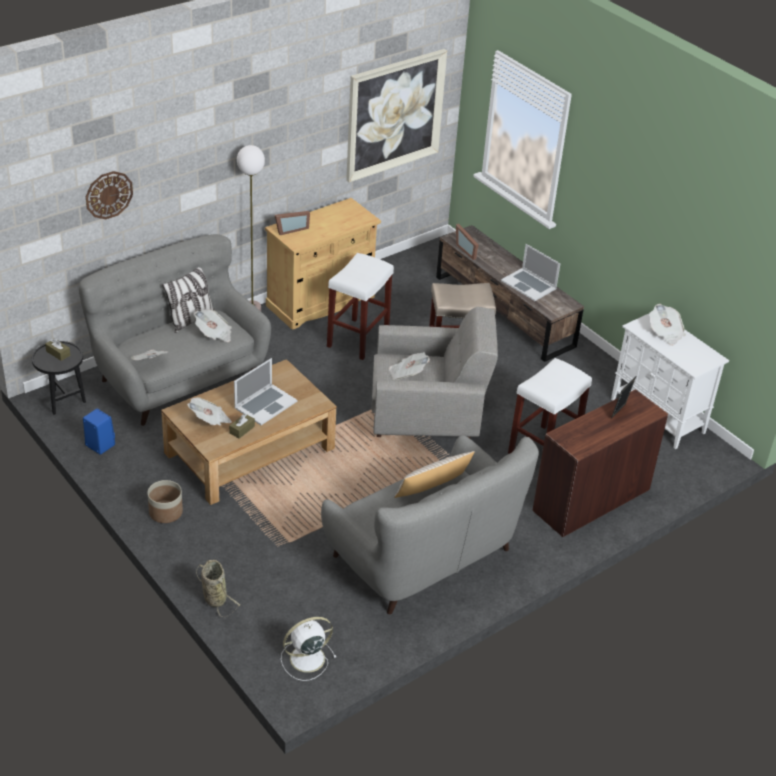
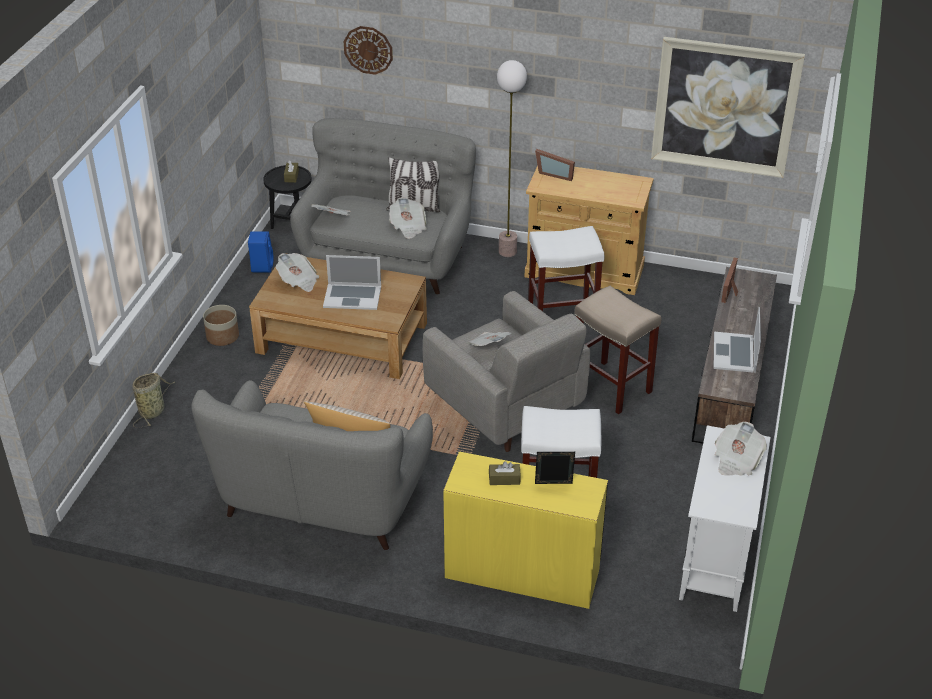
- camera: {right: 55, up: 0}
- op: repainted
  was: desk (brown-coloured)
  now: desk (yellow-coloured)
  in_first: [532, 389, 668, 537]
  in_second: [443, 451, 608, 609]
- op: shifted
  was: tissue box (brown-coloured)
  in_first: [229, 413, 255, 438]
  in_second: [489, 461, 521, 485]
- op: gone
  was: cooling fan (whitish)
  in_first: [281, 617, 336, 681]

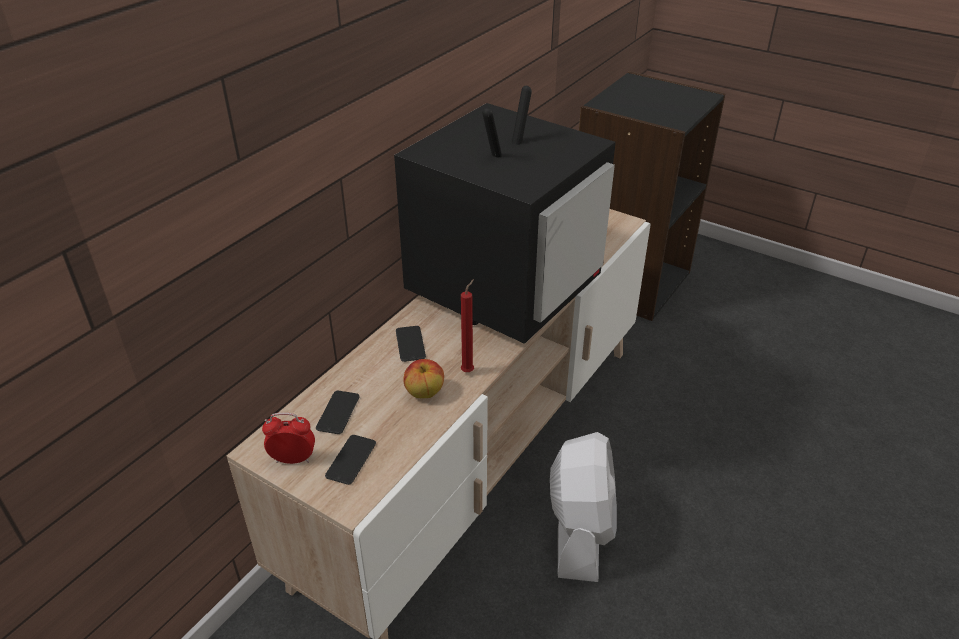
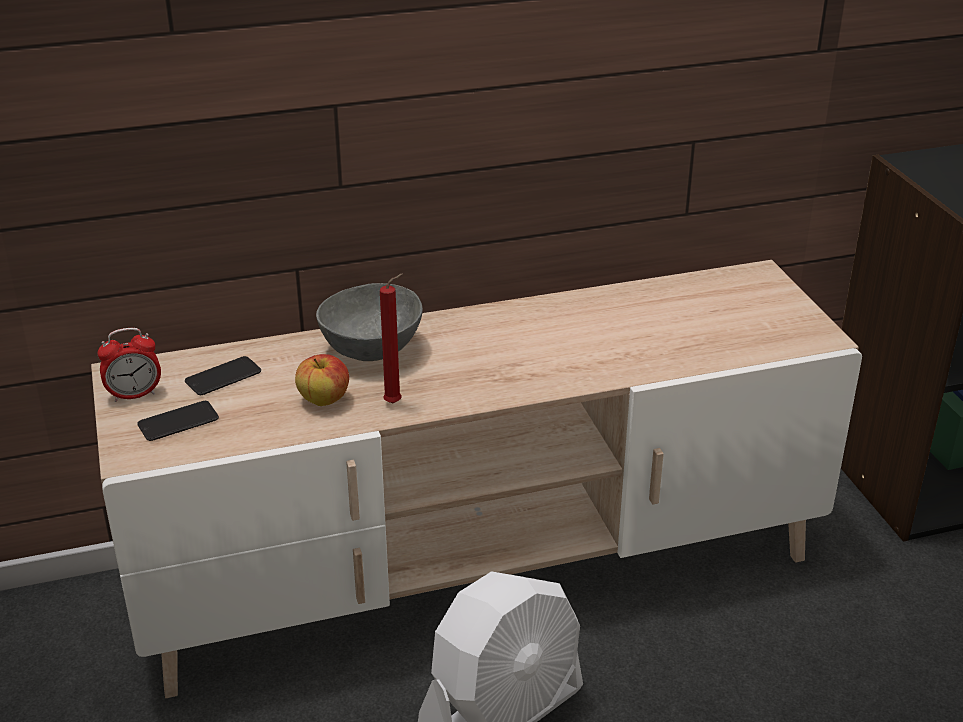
- camera: {right: 40, up: -5}
- op: gone
  was: TV
  in_first: [394, 86, 616, 344]
- op: swapped
  was: handset
  now: bowl (grey)
  in_first: [396, 326, 426, 362]
  in_second: [316, 283, 423, 361]
- op: rotated
  was: alarm clock
  in_first: [262, 412, 315, 464]
  in_second: [97, 328, 161, 402]
  clockwise: 120

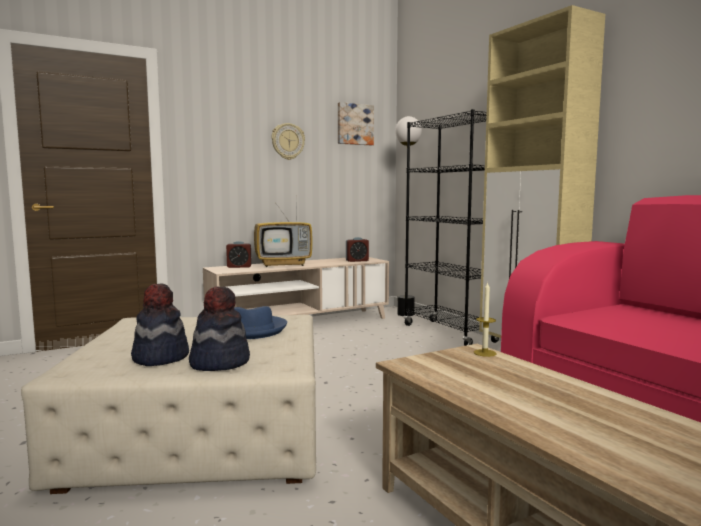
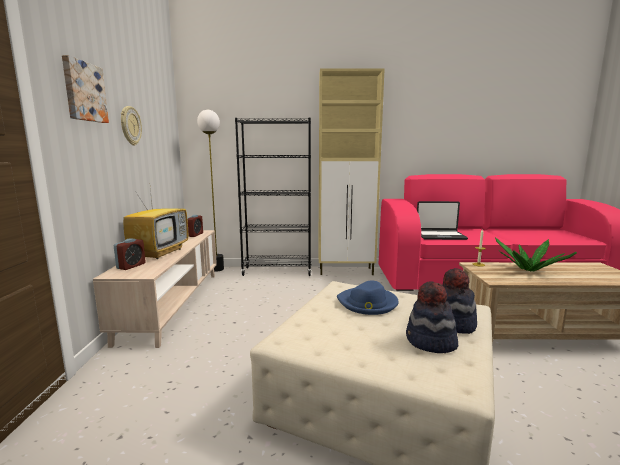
- camera: {right: -60, up: 5}
- op: shifted
  was: wall art
  in_first: [338, 102, 374, 145]
  in_second: [62, 55, 109, 123]
- op: new
  now: portable computer
  in_second: [417, 201, 468, 240]
- op: new
  now: plant in a pot
  in_second: [495, 237, 577, 271]

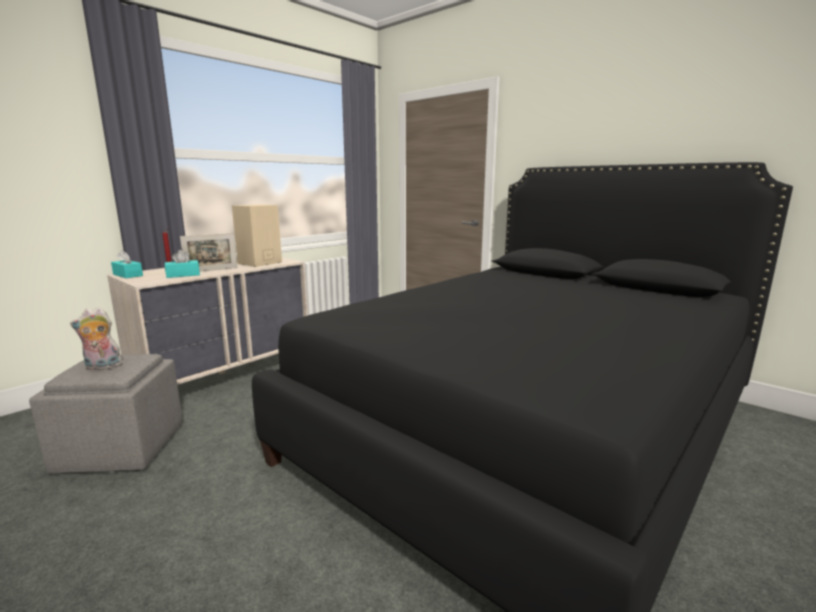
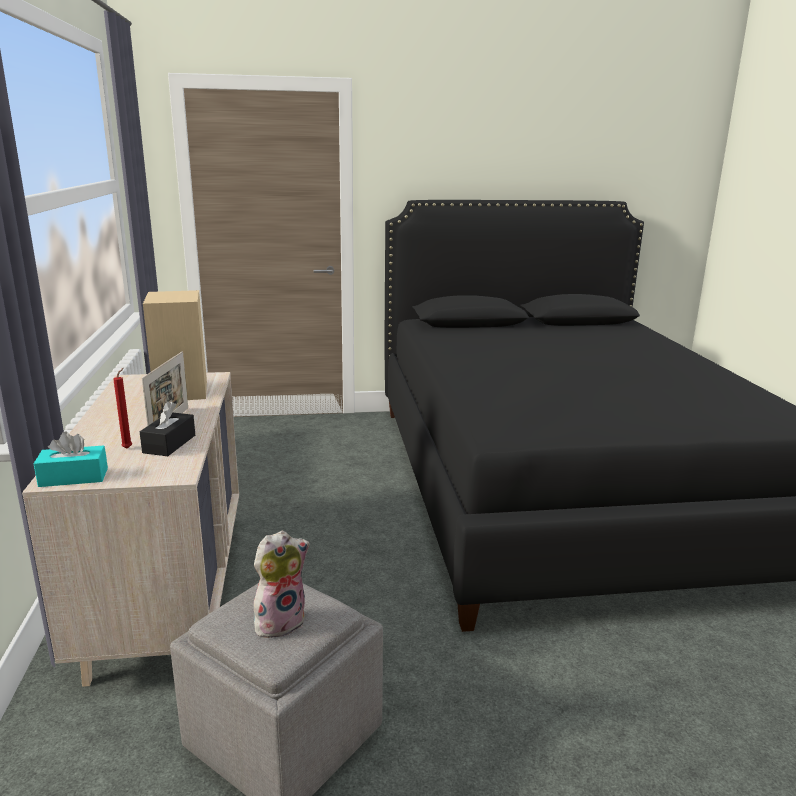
- camera: {right: -50, up: 5}
- op: repainted
  was: tissue box (turquoise-coloured)
  now: tissue box (black-coloured)
  in_first: [165, 250, 200, 278]
  in_second: [140, 401, 195, 456]
- op: rotated
  was: cuddly toy
  in_first: [70, 307, 123, 371]
  in_second: [253, 531, 309, 638]
  clockwise: -150

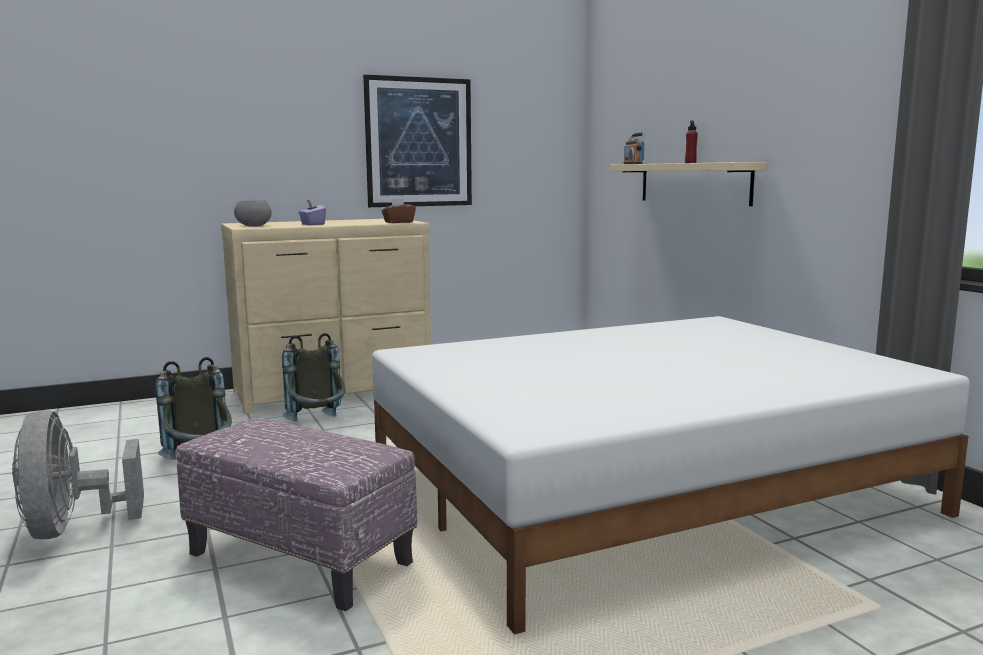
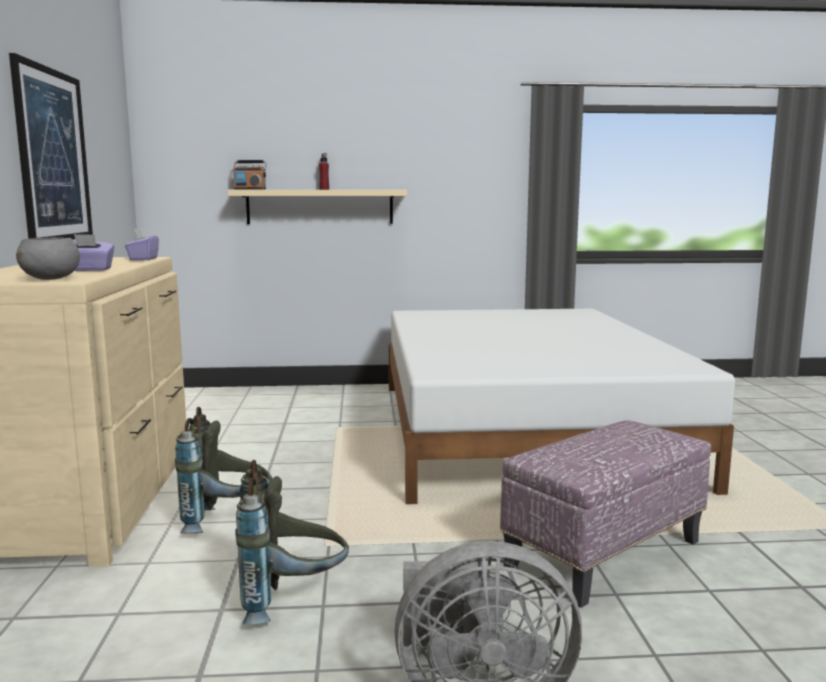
- camera: {right: -70, up: 0}
- op: repainted
  was: tissue box (brown-coloured)
  now: tissue box (purplish)
  in_first: [382, 198, 416, 223]
  in_second: [125, 228, 159, 260]

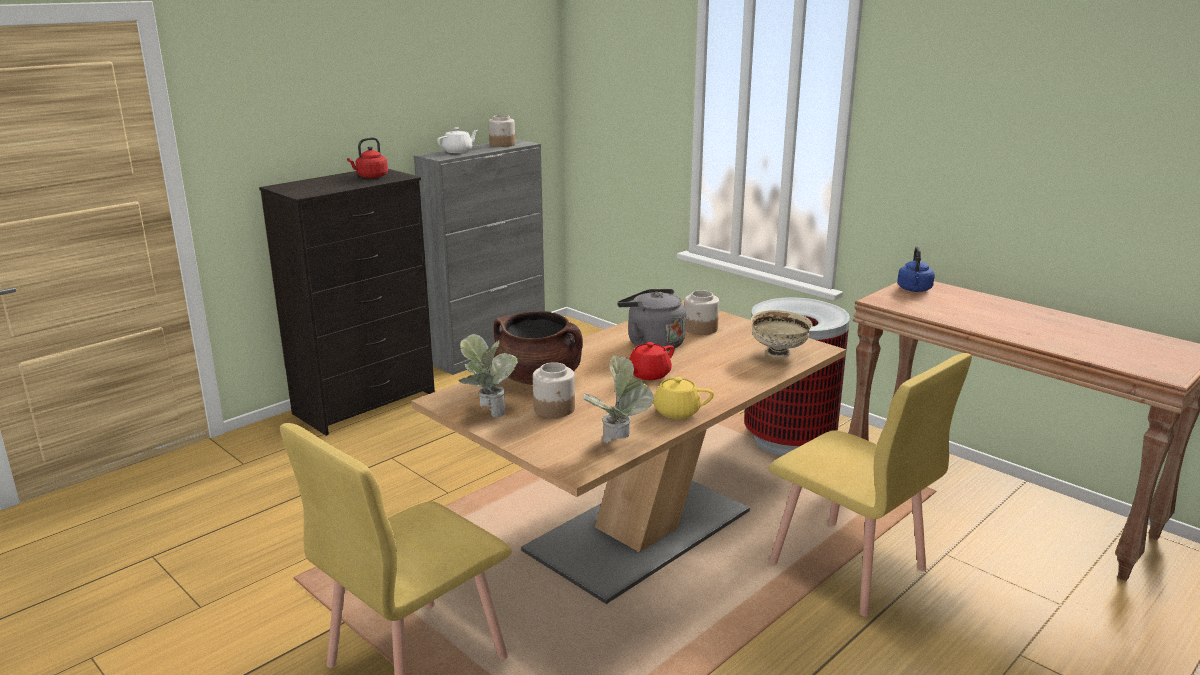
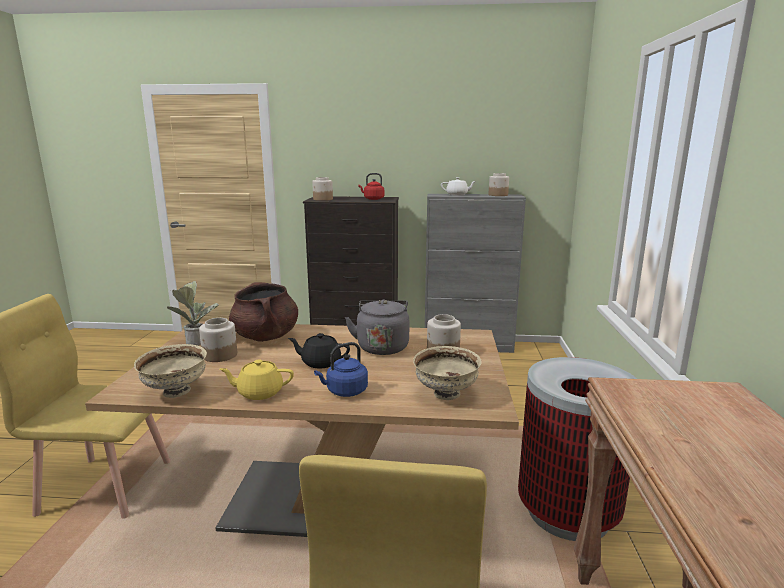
- camera: {right: 50, up: -5}
- op: shifted
  was: kettle (blue-coloured)
  in_first: [897, 246, 935, 292]
  in_second: [314, 342, 368, 397]
- op: repainted
  was: pot for tea (reddish)
  now: pot for tea (black-coloured)
  in_first: [627, 342, 674, 380]
  in_second: [288, 333, 350, 368]
- op: swapped
  was: plant in a pot
  now: bowl (beige-coloured)
  in_first: [583, 355, 654, 444]
  in_second: [134, 344, 207, 398]
- op: rotated
  was: pot for tea (yellow-coloured)
  in_first: [643, 377, 714, 419]
  in_second: [219, 360, 294, 400]
  clockwise: -60
- op: new
  now: storage jar
  in_second: [312, 177, 333, 201]

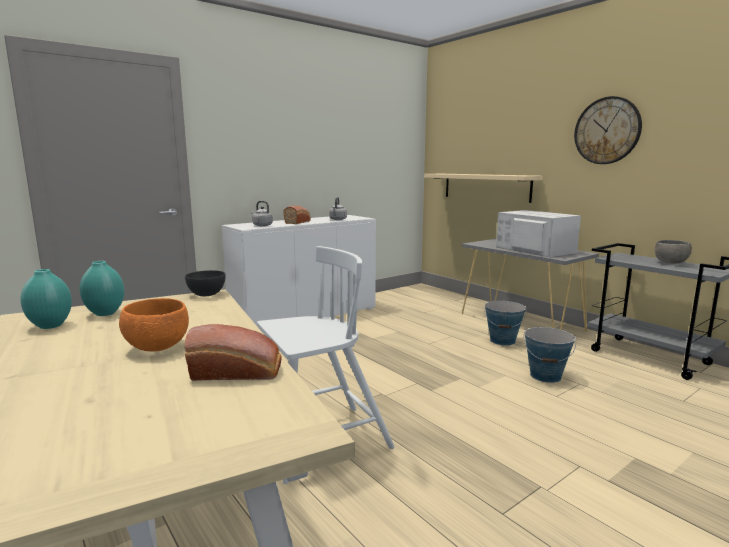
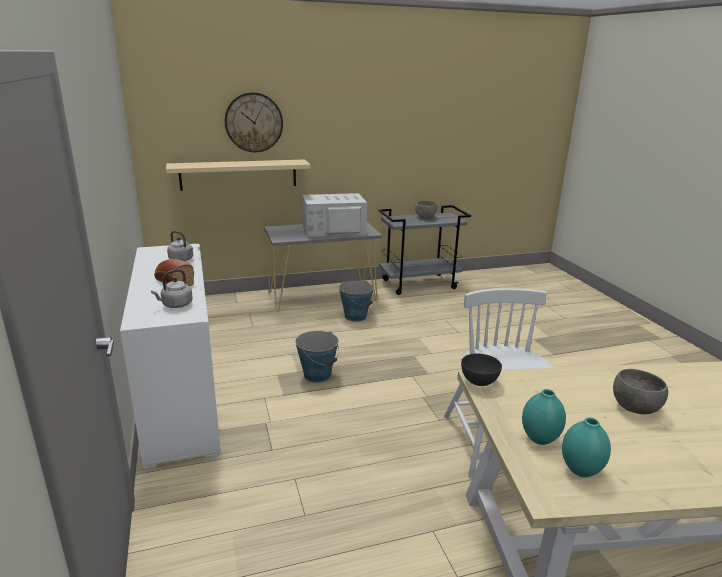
- camera: {right: -70, up: 10}
- op: shifted
  was: wall clock
  in_first: [574, 96, 642, 164]
  in_second: [225, 92, 283, 153]
- op: repainted
  was: bowl (orangey)
  now: bowl (grey)
  in_first: [119, 298, 189, 352]
  in_second: [613, 369, 668, 414]
- op: gone
  was: baked bread
  in_first: [184, 324, 282, 381]
- op: shifted
  was: water bucket
  in_first: [524, 327, 576, 383]
  in_second: [295, 331, 339, 383]

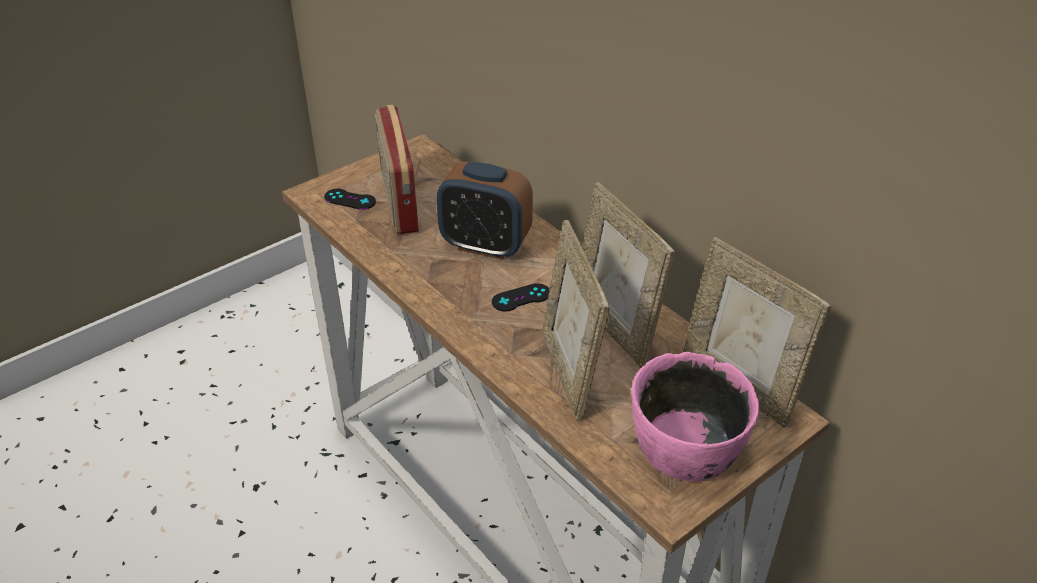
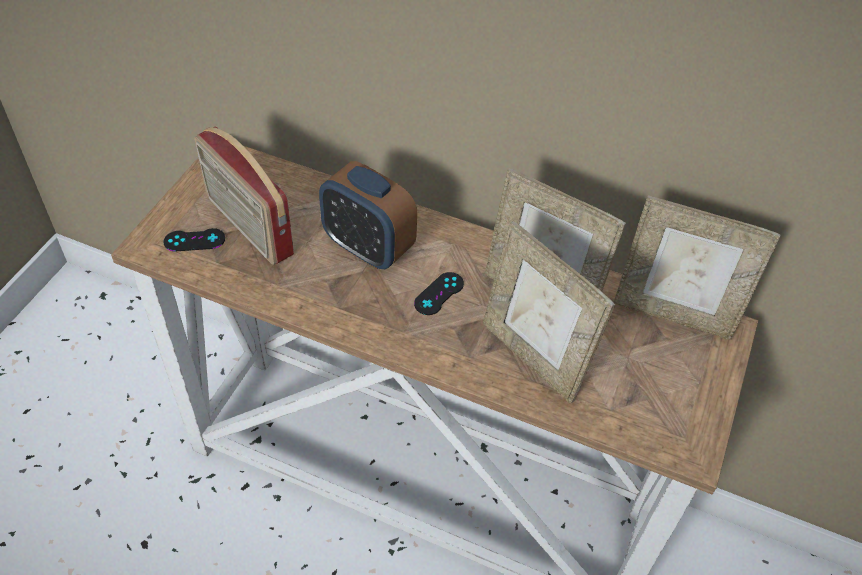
- camera: {right: -30, up: 10}
- op: rotated
  was: alarm clock
  in_first: [436, 161, 533, 260]
  in_second: [319, 161, 417, 269]
  clockwise: 45
- op: gone
  was: bowl (pink)
  in_first: [631, 352, 759, 482]

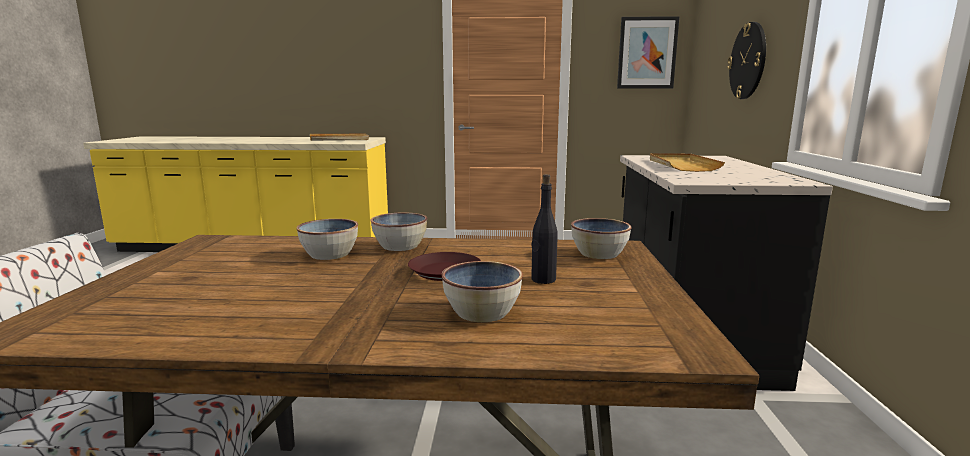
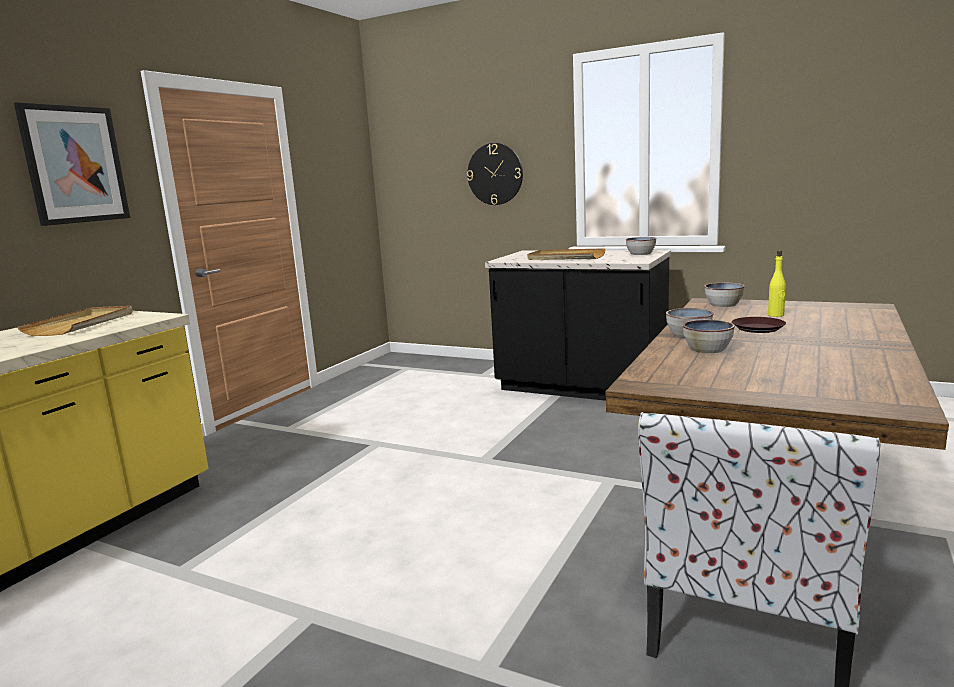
- camera: {right: -65, up: 0}
- op: shifted
  was: wall art
  in_first: [617, 16, 680, 88]
  in_second: [14, 102, 130, 226]
- op: repainted
  was: drink bottle (black-coloured)
  now: drink bottle (yellow-coloured)
  in_first: [531, 174, 558, 284]
  in_second: [768, 251, 786, 317]
- op: shifted
  was: bowl
  in_first: [442, 261, 523, 322]
  in_second: [626, 237, 657, 255]

